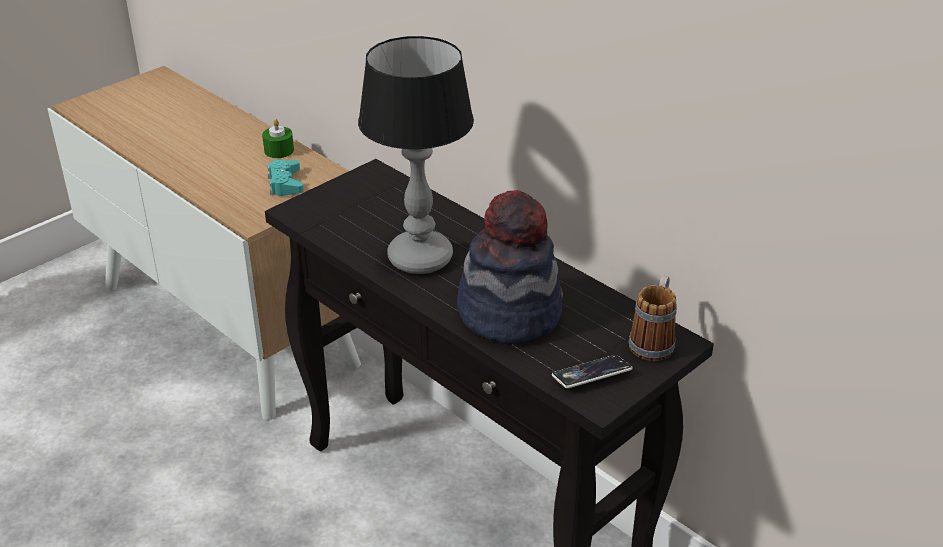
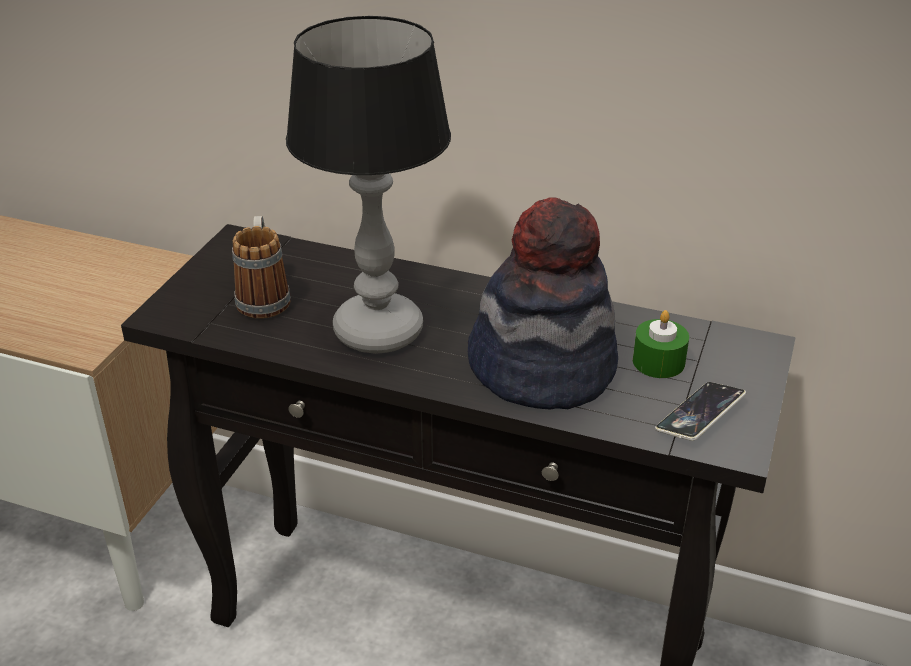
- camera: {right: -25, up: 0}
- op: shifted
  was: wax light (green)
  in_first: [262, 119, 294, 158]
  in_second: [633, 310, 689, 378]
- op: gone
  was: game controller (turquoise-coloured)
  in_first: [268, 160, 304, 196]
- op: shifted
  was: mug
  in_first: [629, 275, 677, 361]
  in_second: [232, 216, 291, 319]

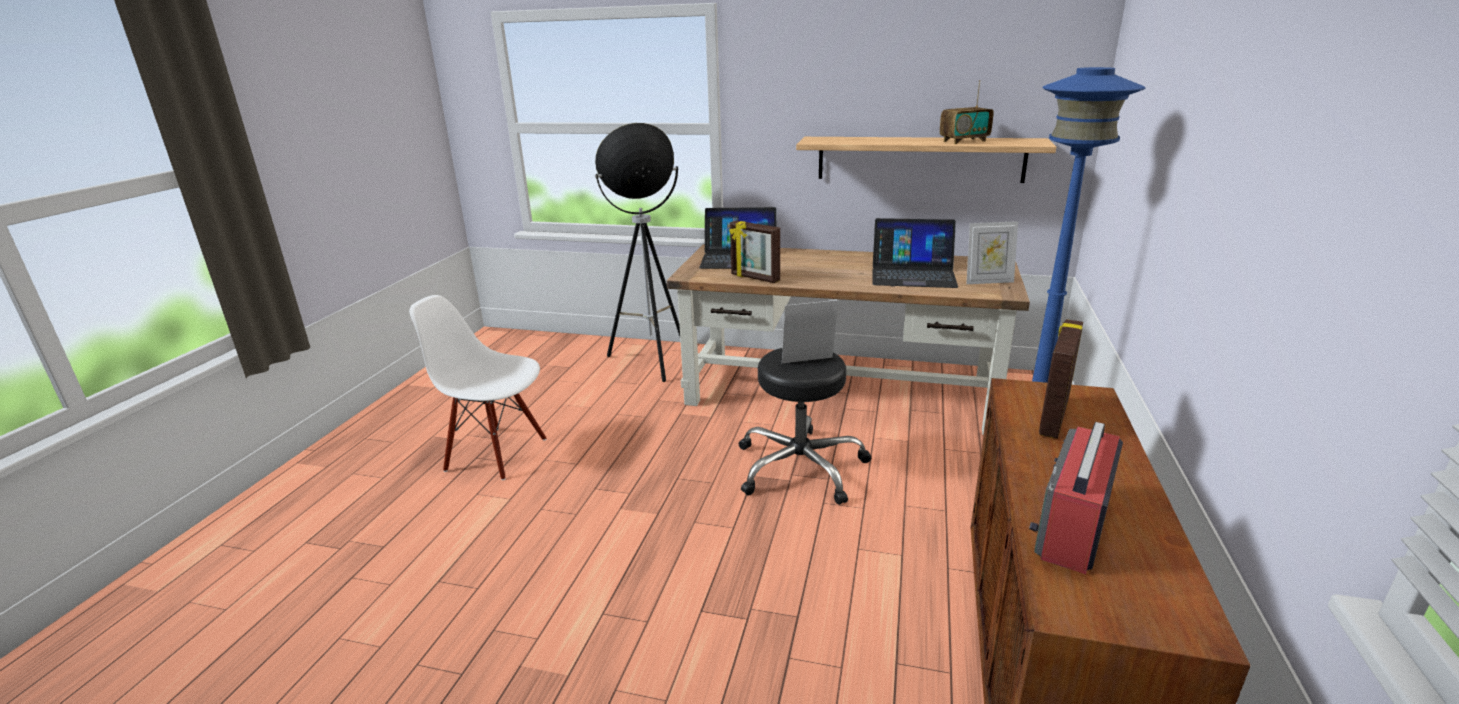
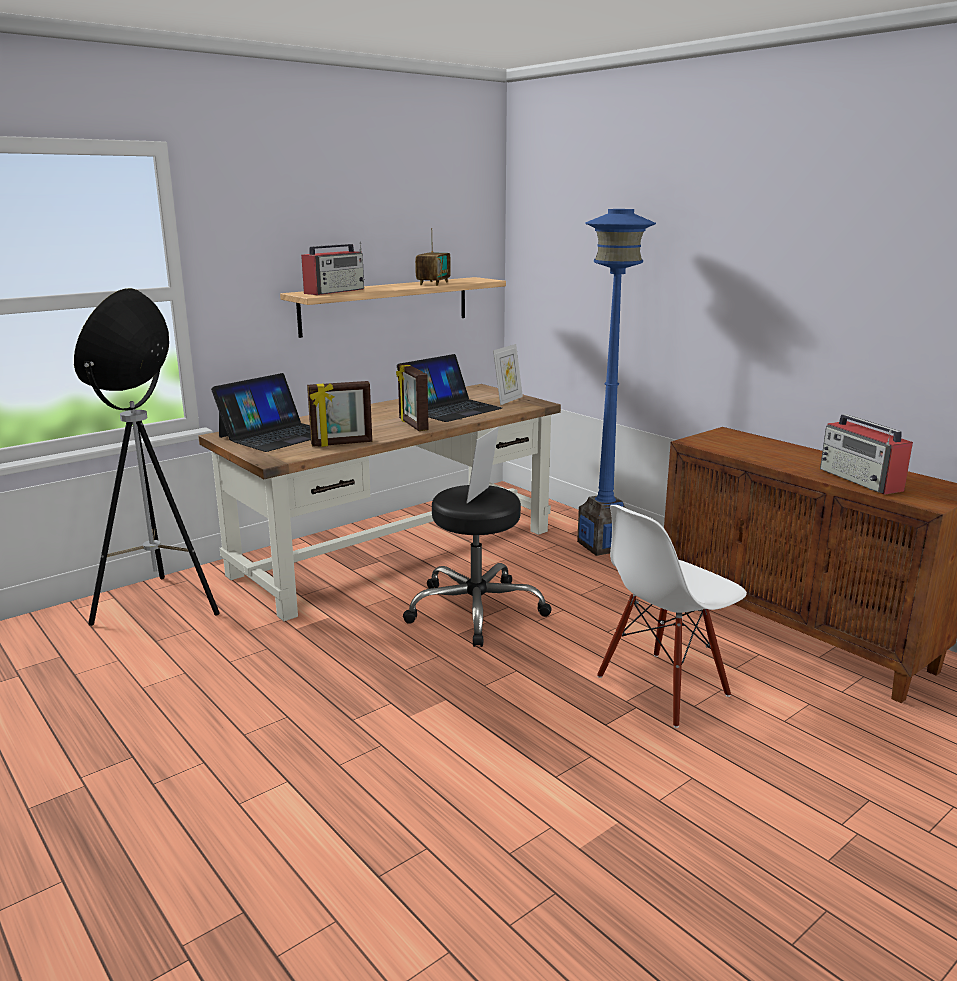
- camera: {right: -55, up: -5}
- op: shifted
  was: plain chair (whitish)
  in_first: [409, 295, 546, 480]
  in_second: [597, 505, 747, 728]
- op: shifted
  was: picture frame
  in_first: [1039, 319, 1083, 439]
  in_second: [396, 364, 429, 431]
- op: new
  now: radio set
  in_second: [301, 241, 364, 295]

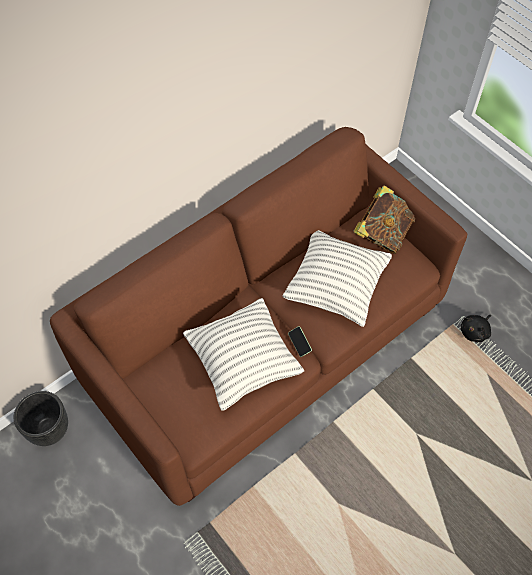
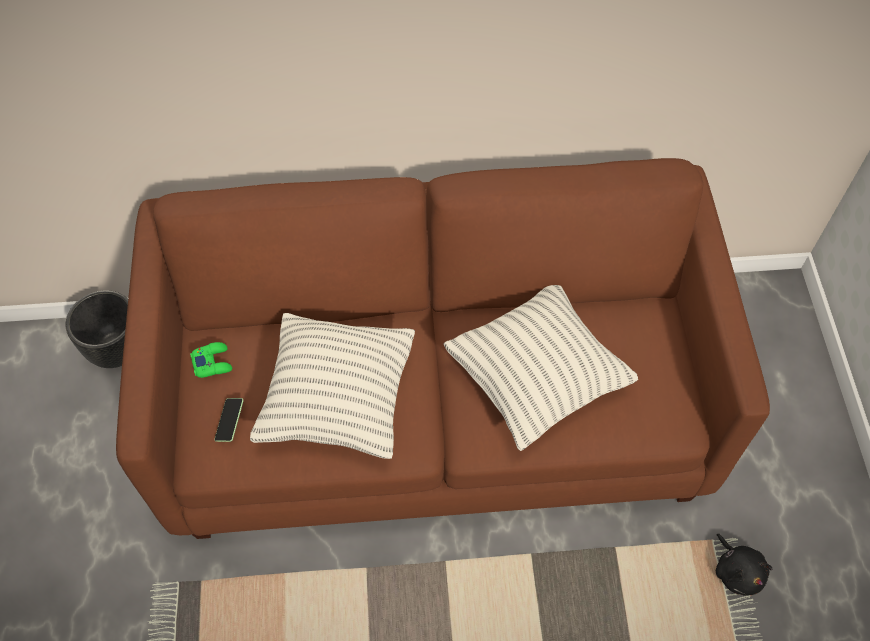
- camera: {right: 35, up: 0}
- op: gone
  was: book
  in_first: [353, 185, 415, 254]
- op: rotated
  was: cuddly toy (black-coloured)
  in_first: [461, 315, 491, 342]
  in_second: [716, 534, 772, 596]
  clockwise: -105
- op: shifted
  was: handset
  in_first: [288, 326, 312, 357]
  in_second: [214, 398, 244, 442]
- op: new
  now: game controller (green)
  in_second: [190, 342, 232, 378]

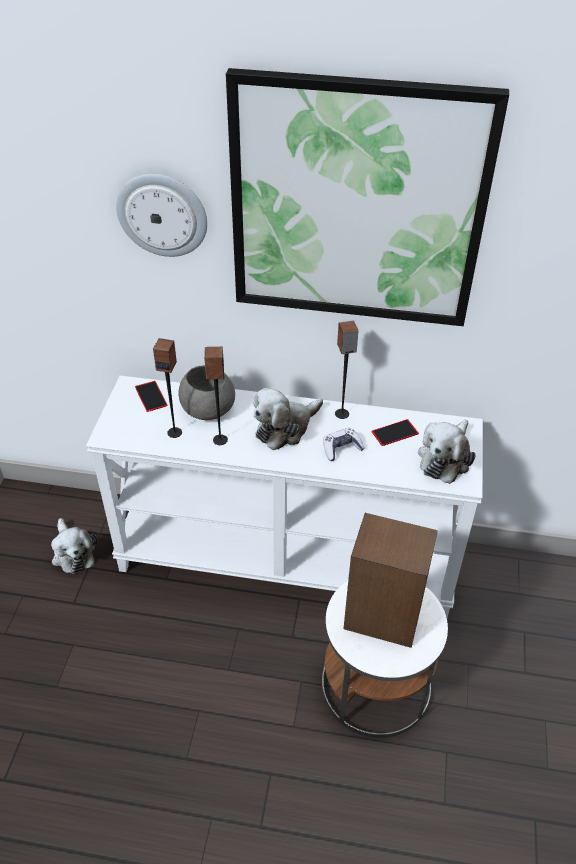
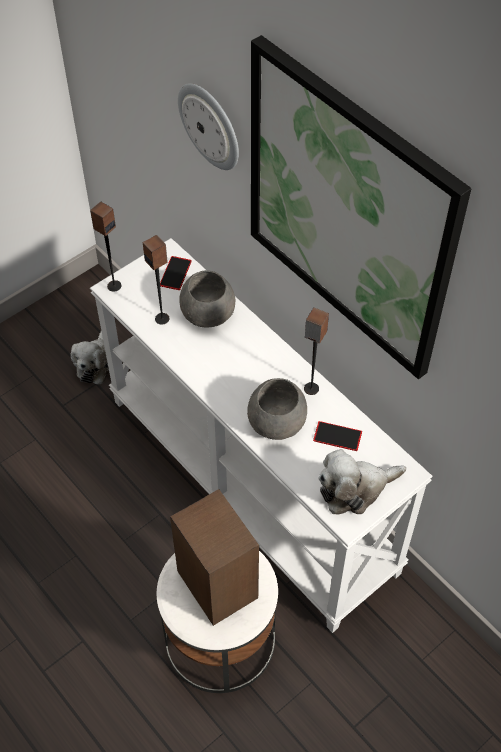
- camera: {right: 40, up: 10}
- op: shifted
  was: loudspeaker
  in_first: [204, 347, 228, 445]
  in_second: [90, 201, 122, 292]
- op: gone
  was: cuddly toy
  in_first: [253, 388, 323, 450]
- op: swapped
  was: game controller
  now: bowl (grey)
  in_first: [323, 428, 365, 461]
  in_second: [247, 378, 307, 440]

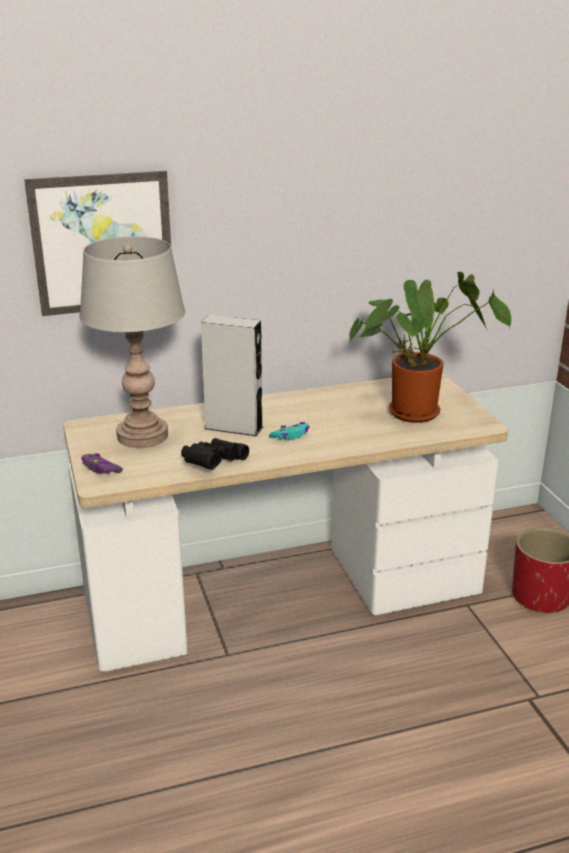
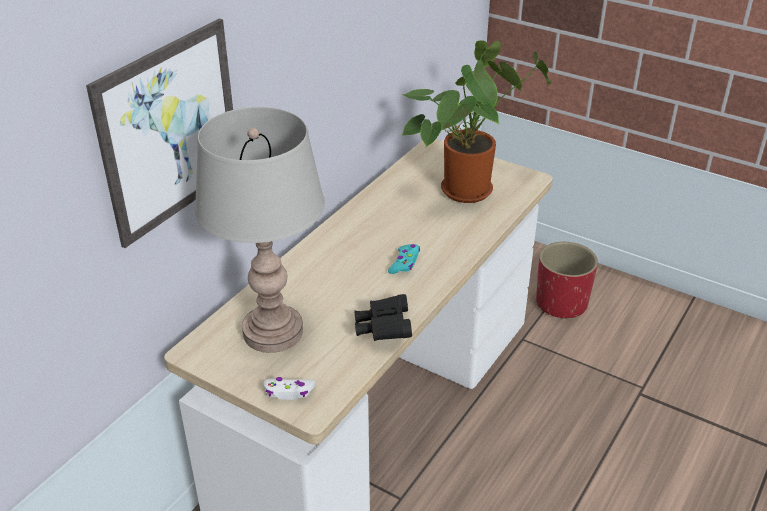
- camera: {right: -40, up: 10}
- op: gone
  was: loudspeaker (grey)
  in_first: [201, 315, 263, 436]
- op: repainted
  was: game controller (purplish)
  now: game controller (whitish)
  in_first: [81, 453, 123, 474]
  in_second: [264, 377, 316, 400]

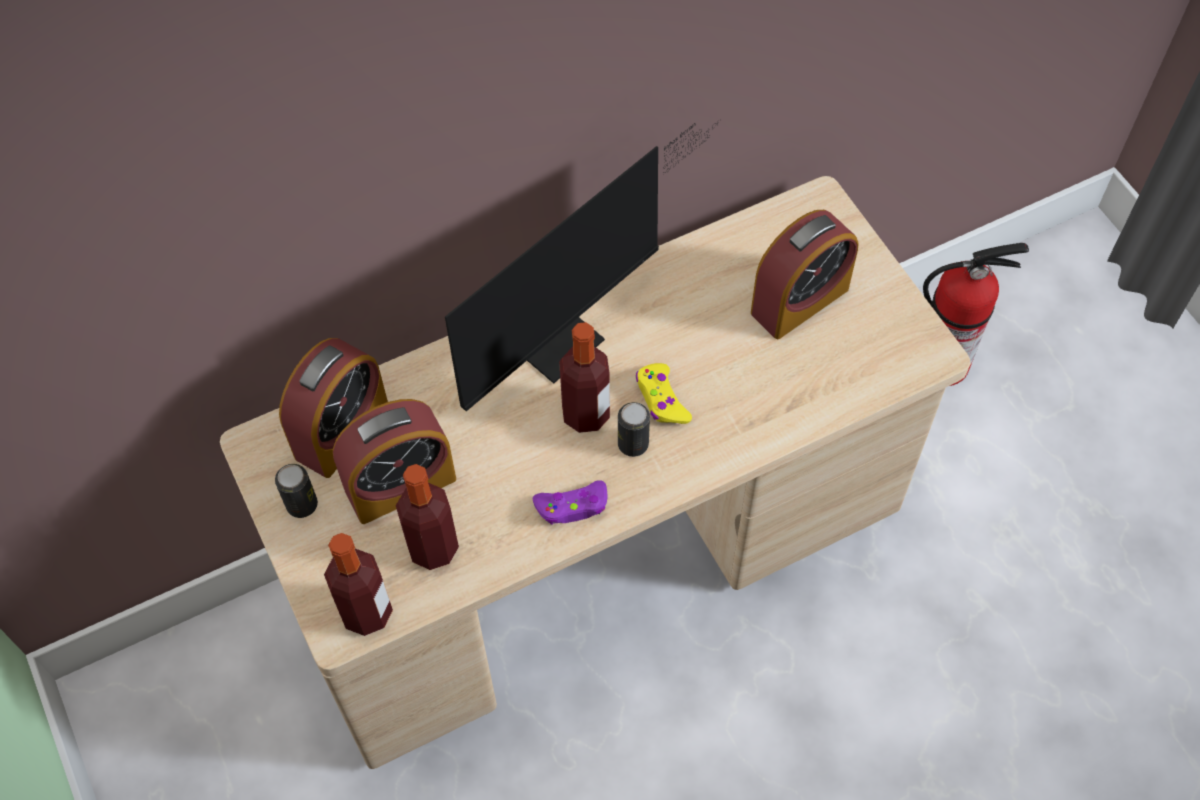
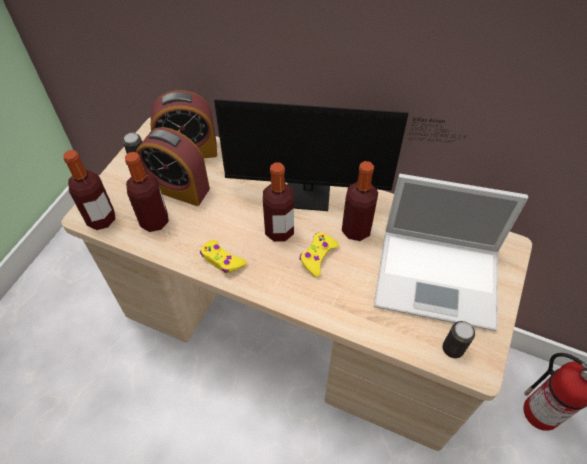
- camera: {right: 50, up: -5}
- op: swapped
  was: alarm clock
  now: portable computer
  in_first: [751, 210, 859, 339]
  in_second: [374, 174, 528, 331]
- op: shifted
  was: can
  in_first: [618, 402, 650, 457]
  in_second: [443, 321, 475, 358]
- op: repainted
  was: game controller (purplish)
  now: game controller (yellow-coloured)
  in_first: [533, 480, 608, 525]
  in_second: [200, 240, 247, 273]
- op: new
  now: drink bottle
  in_second: [342, 161, 378, 241]

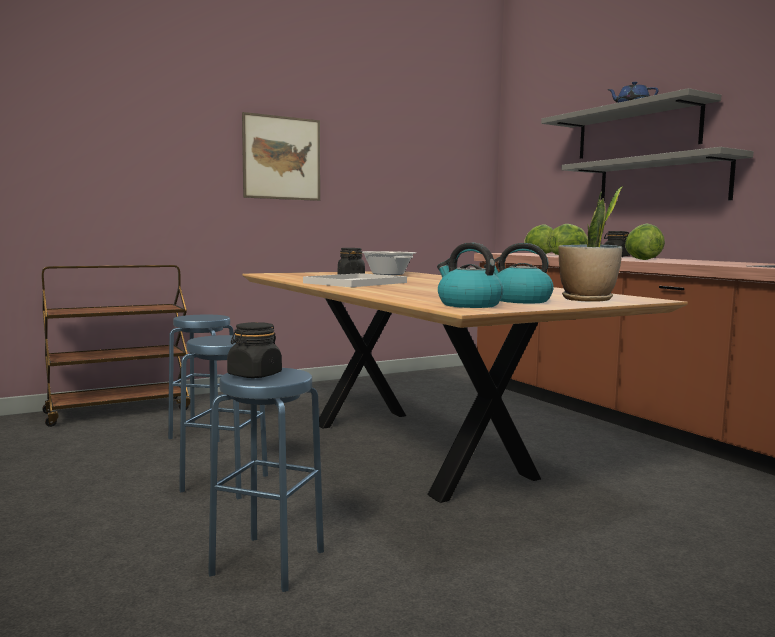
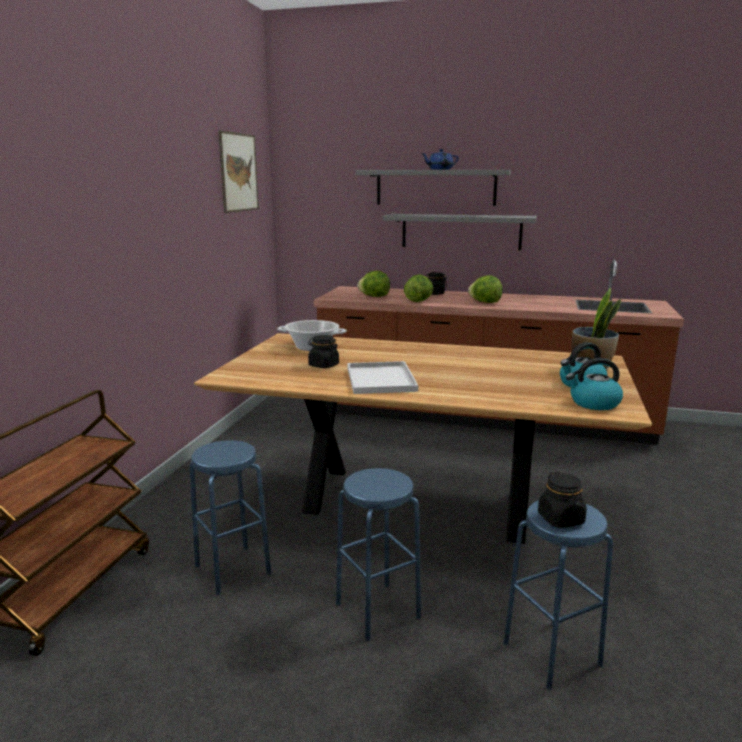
- camera: {right: -45, up: 10}
- op: shifted
  was: wall art
  in_first: [242, 112, 320, 201]
  in_second: [218, 130, 259, 213]

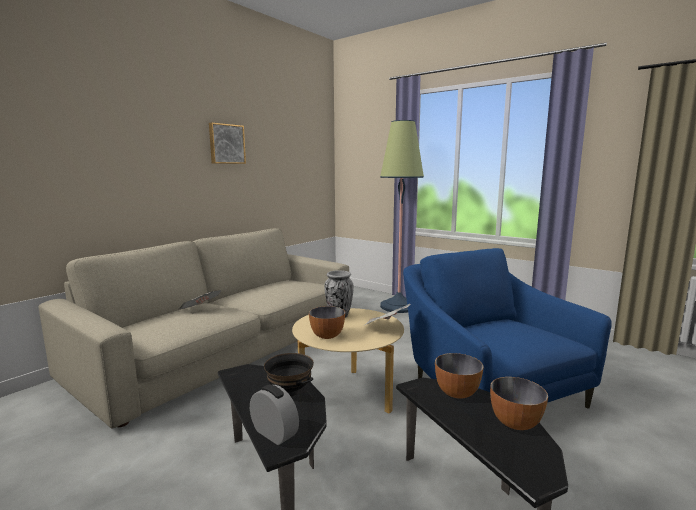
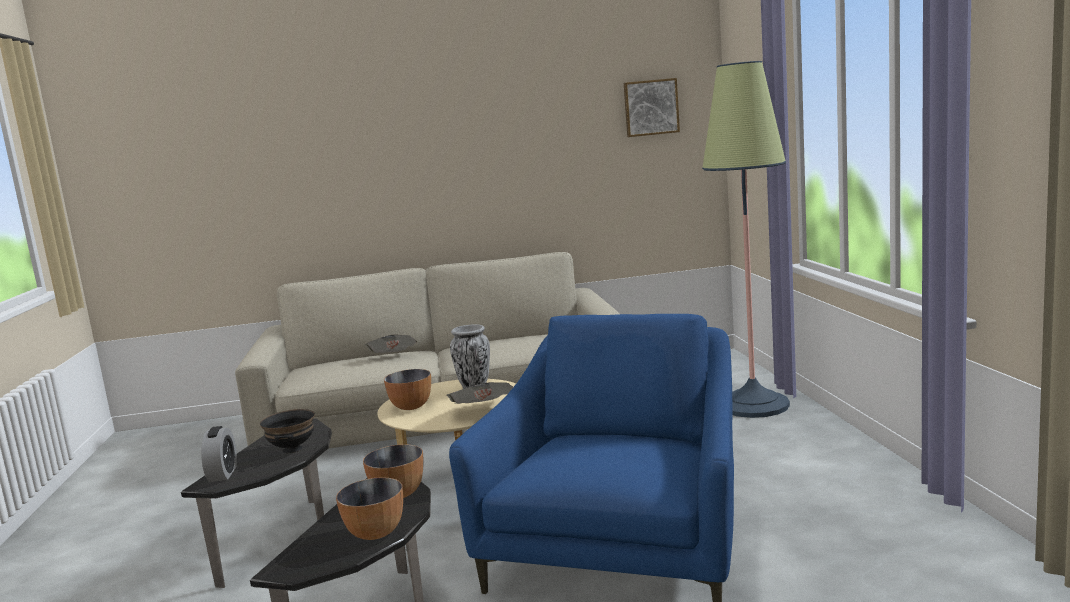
- camera: {right: 45, up: 0}
- op: shifted
  was: wall art
  in_first: [209, 122, 246, 164]
  in_second: [624, 78, 680, 137]

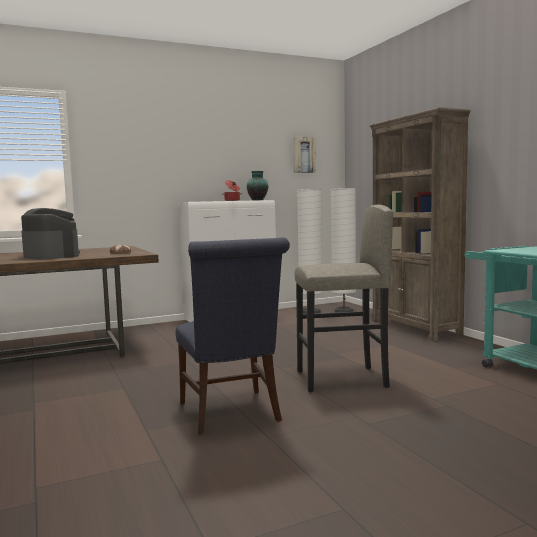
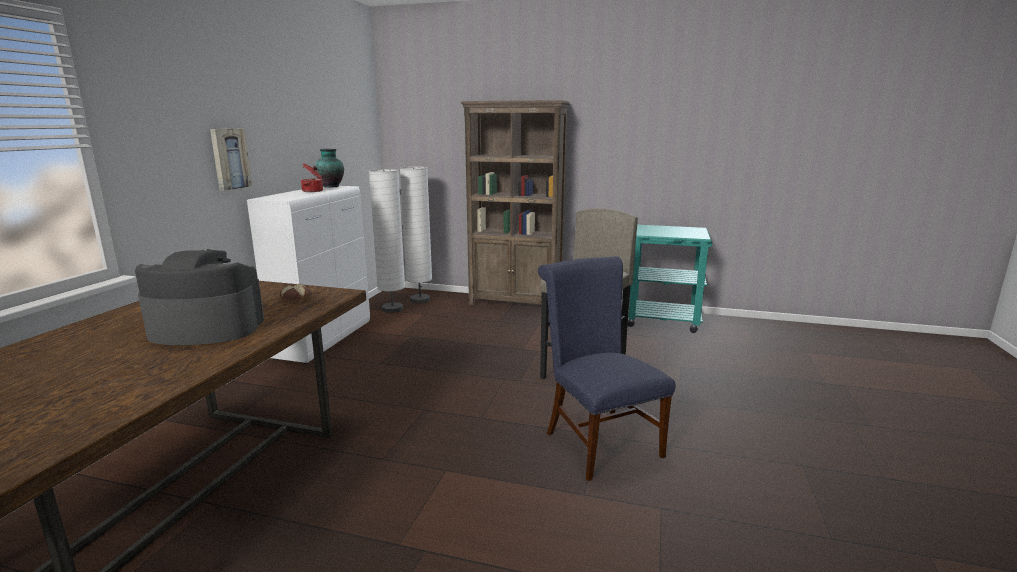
- camera: {right: -50, up: 10}
- op: shifted
  was: wall art
  in_first: [293, 137, 316, 173]
  in_second: [210, 129, 252, 191]
- op: rotated
  was: plain chair (blue-coloured)
  in_first: [176, 237, 290, 435]
  in_second: [538, 256, 675, 481]
  clockwise: -135

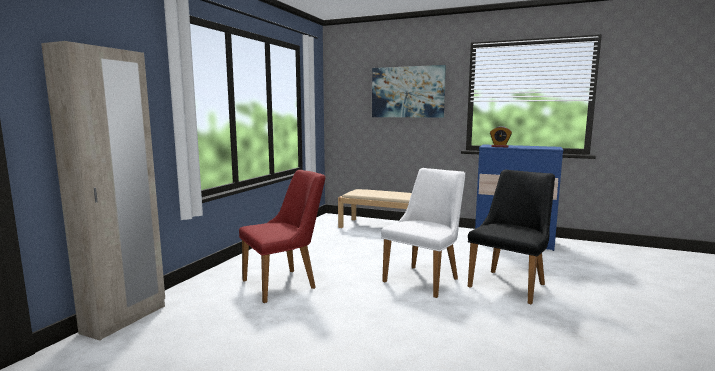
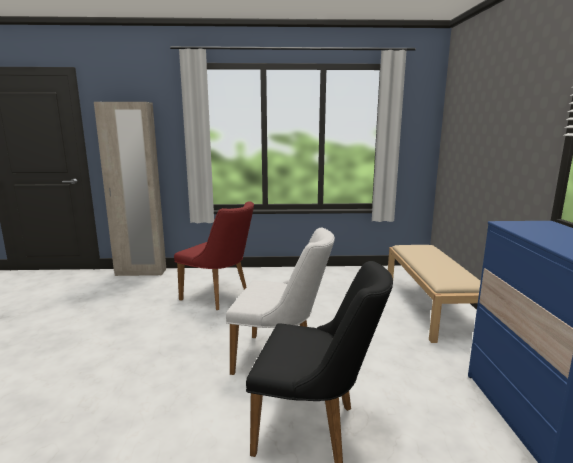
- camera: {right: 65, up: 5}
- op: gone
  was: wall art
  in_first: [372, 65, 446, 118]
- op: gone
  was: alarm clock
  in_first: [490, 126, 512, 147]

